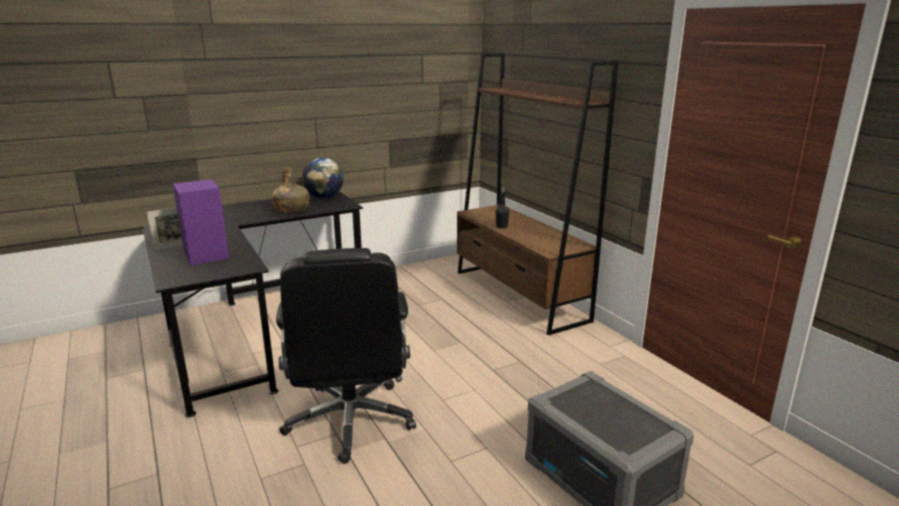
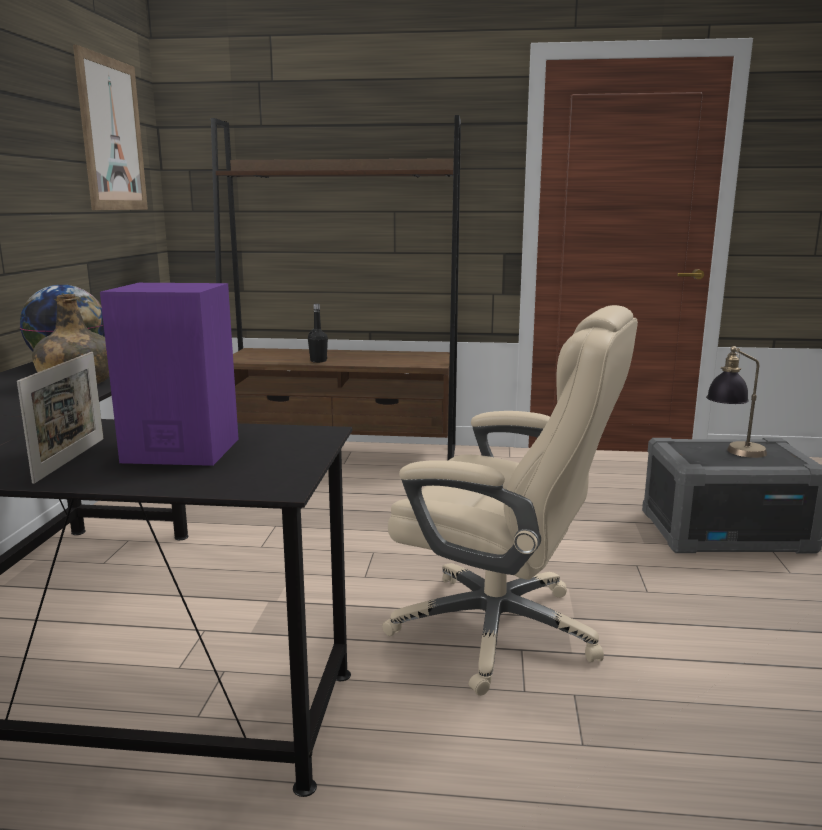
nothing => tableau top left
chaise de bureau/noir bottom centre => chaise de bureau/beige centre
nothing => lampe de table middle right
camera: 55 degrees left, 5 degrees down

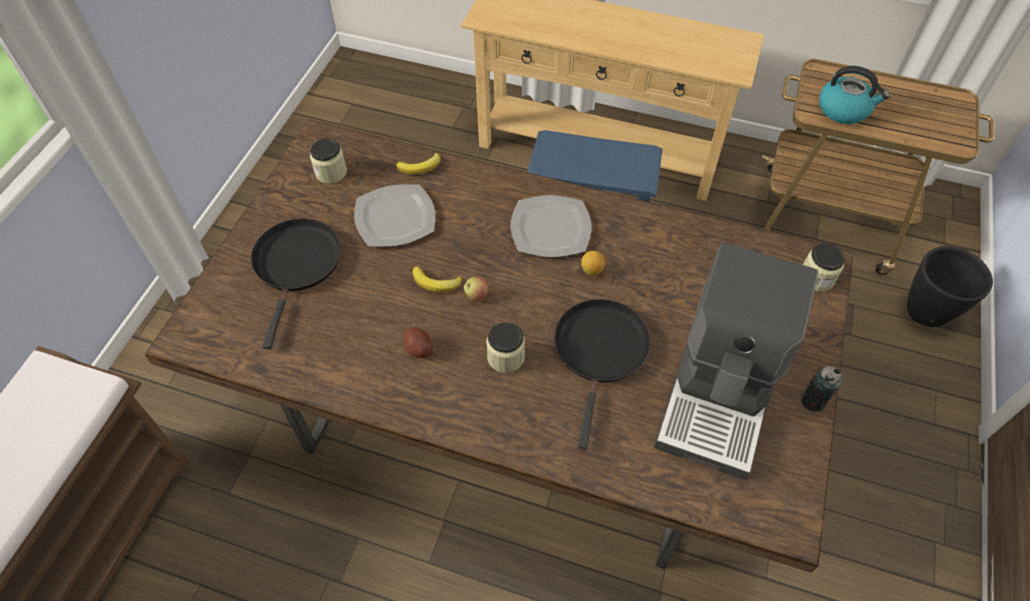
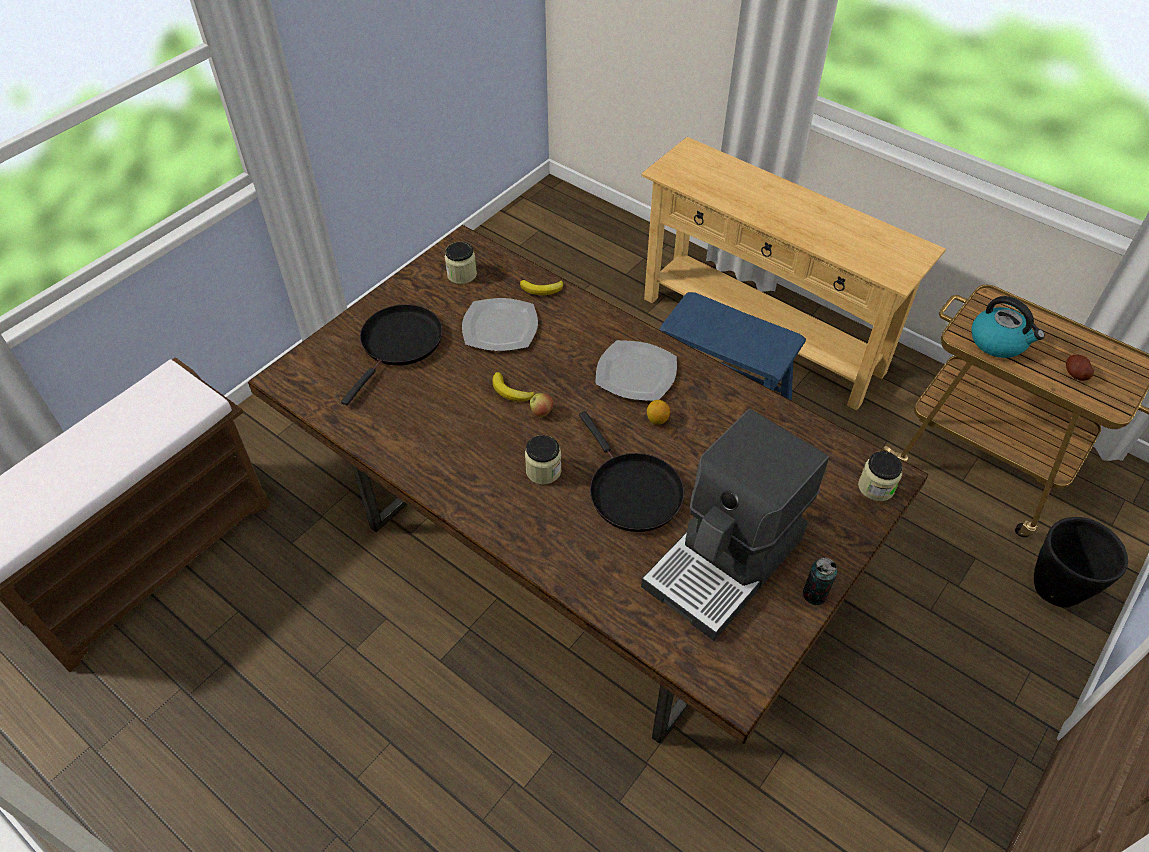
poêle/noir (no. 2 from left) centre, 120 degrees clockwise
pomme de terre centre => pomme de terre middle right, shifted
camera: 20 degrees right, 5 degrees down

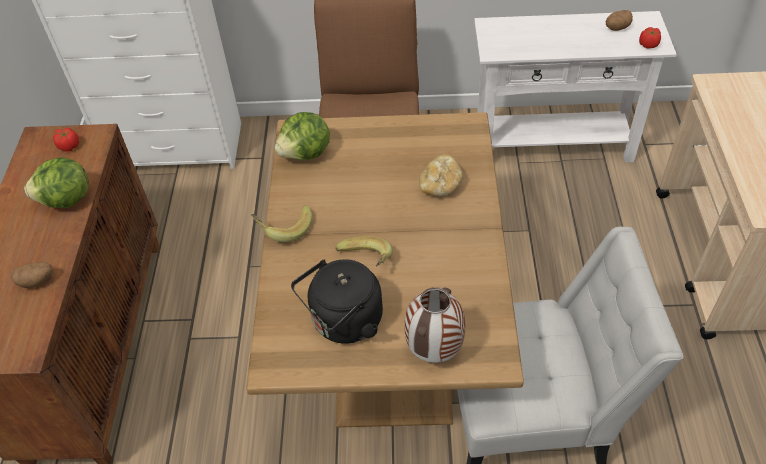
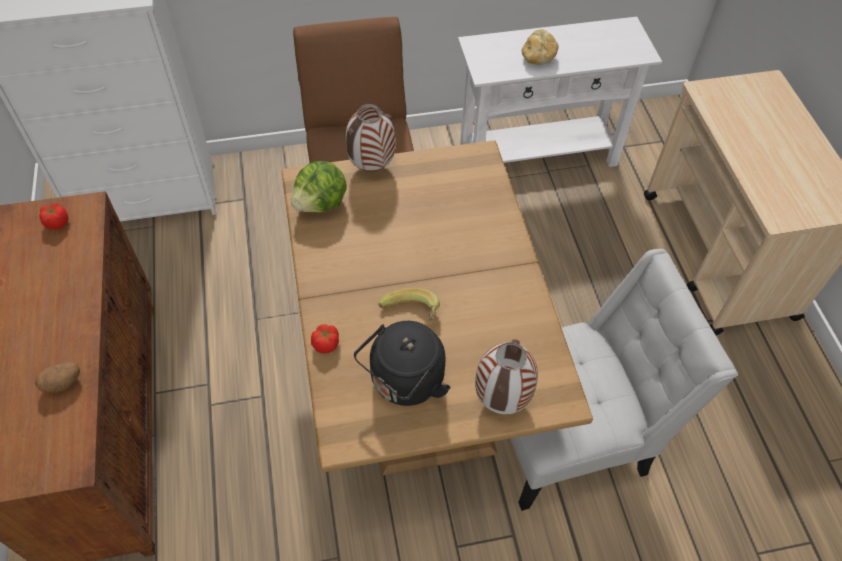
tomate (no. 2 from left) top right => tomate (no. 2 from left) centre, shifted
nothing => vase (no. 1 from left) top centre
pain centre => pain top centre, shifted
laitue (no. 1 from left) middle left => nothing
banane (no. 1 from left) centre => nothing
pomme de terre (no. 2 from left) top right => nothing
camera: 15 degrees left, 5 degrees up

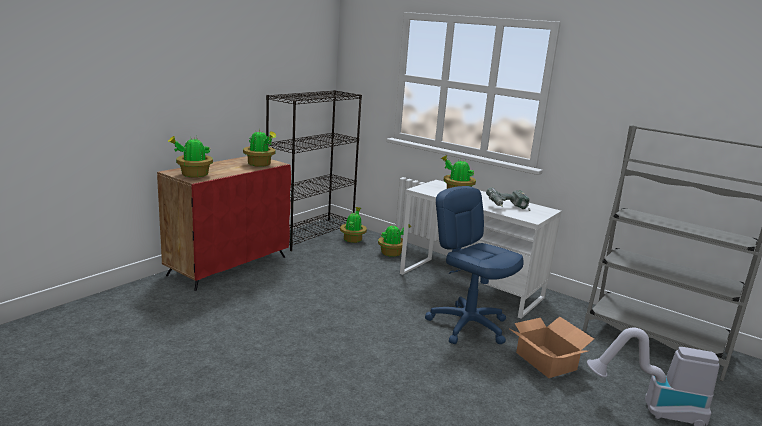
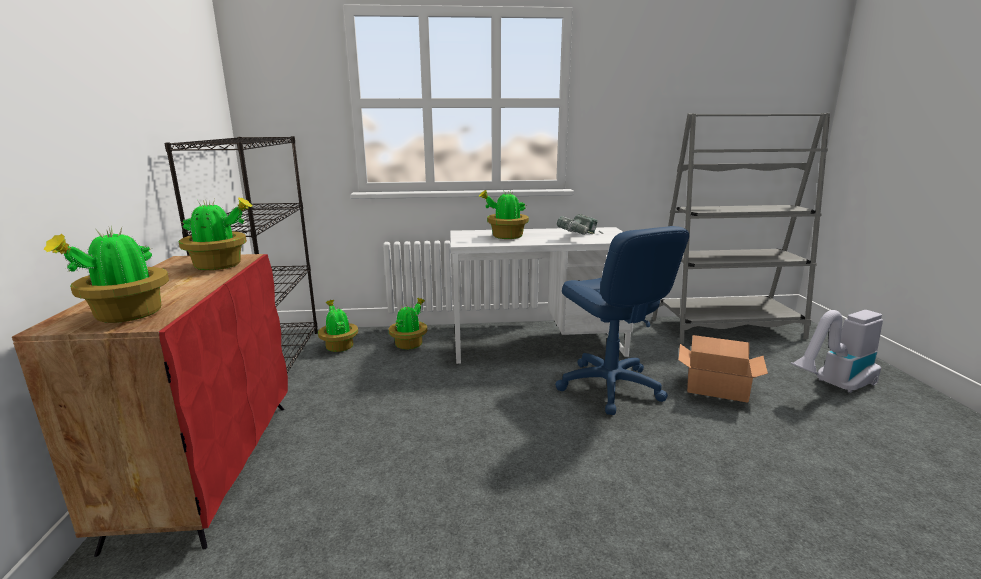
chaise de bureau/bleu centre, 120 degrees counterclockwise
camera: 40 degrees left, 0 degrees up

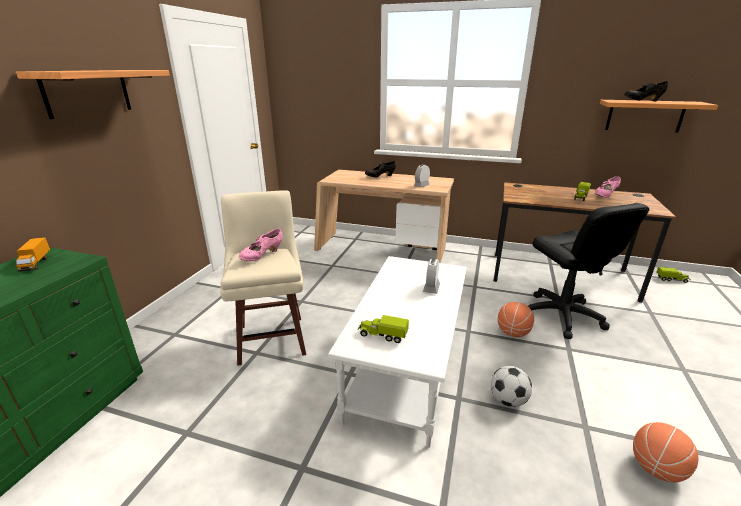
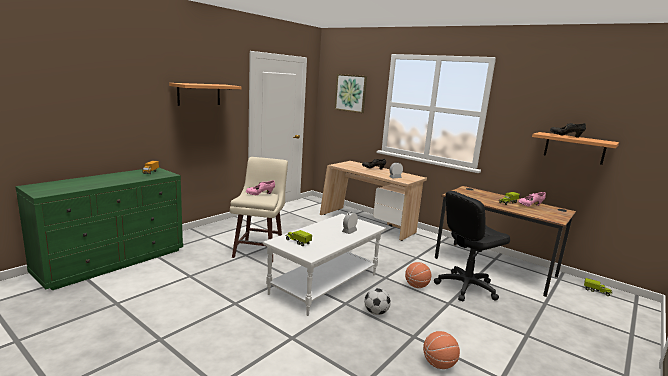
nothing => tableau top centre
chaise de bureau/noir middle right, 60 degrees clockwise
camera: 20 degrees right, 10 degrees down

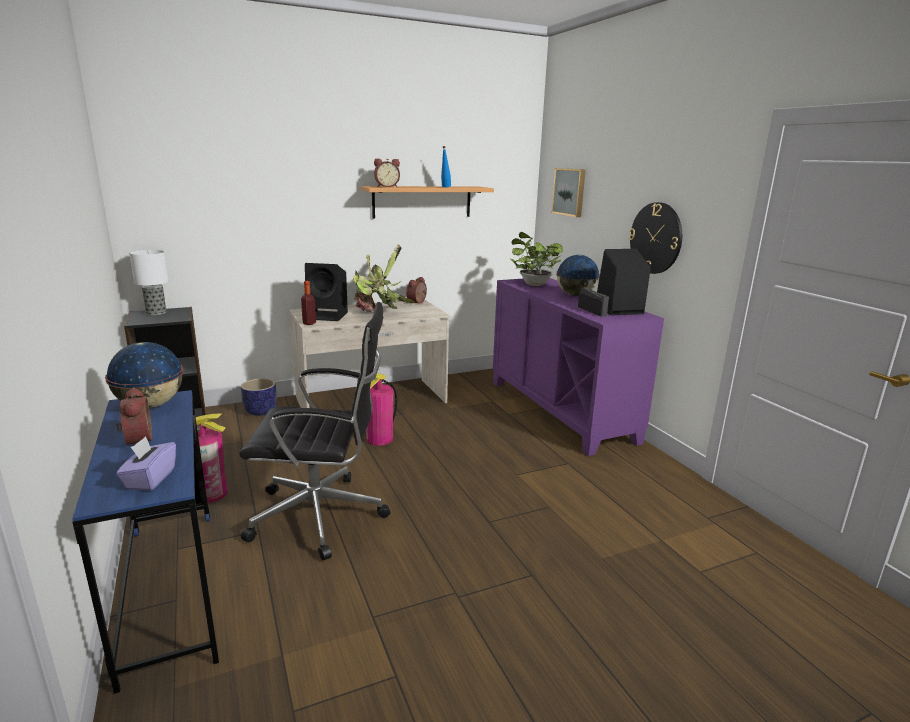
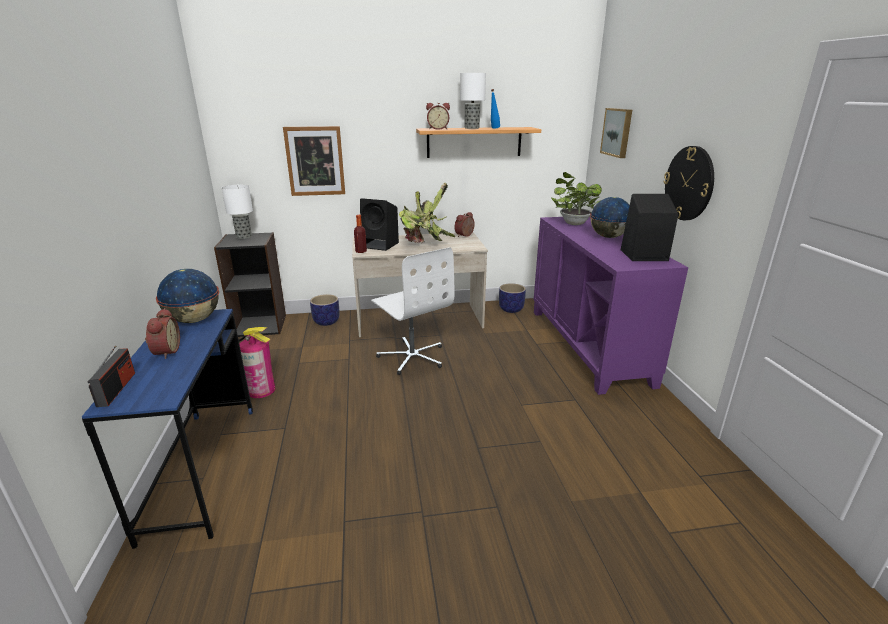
radio centre => radio middle left, shifted
nothing => tableau (no. 1 from left) top centre
extincteur (no. 2 from left) centre => chaise de bureau/blanc centre
nothing => lampe de table (no. 2 from left) top centre
nothing => cache-pot (no. 2 from left) centre
boîte à mouchoirs/violet middle left => nothing
chaise de bureau/noir centre => nothing
camera: 15 degrees right, 5 degrees up

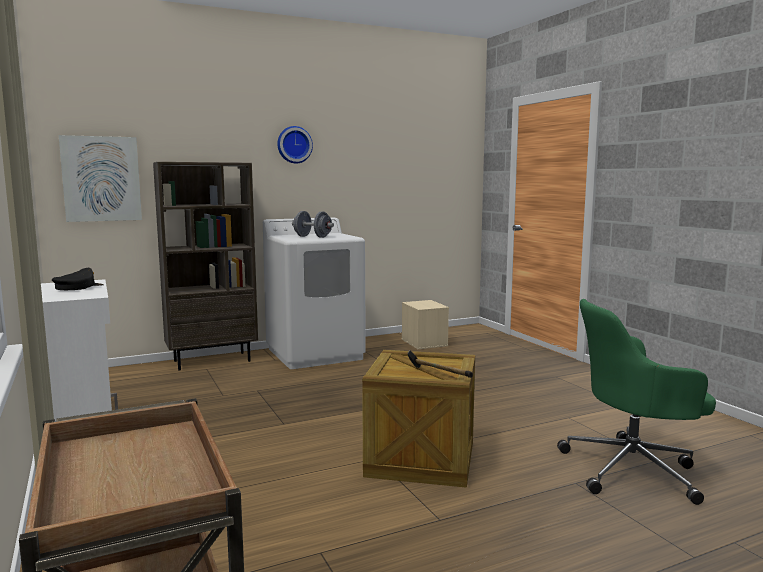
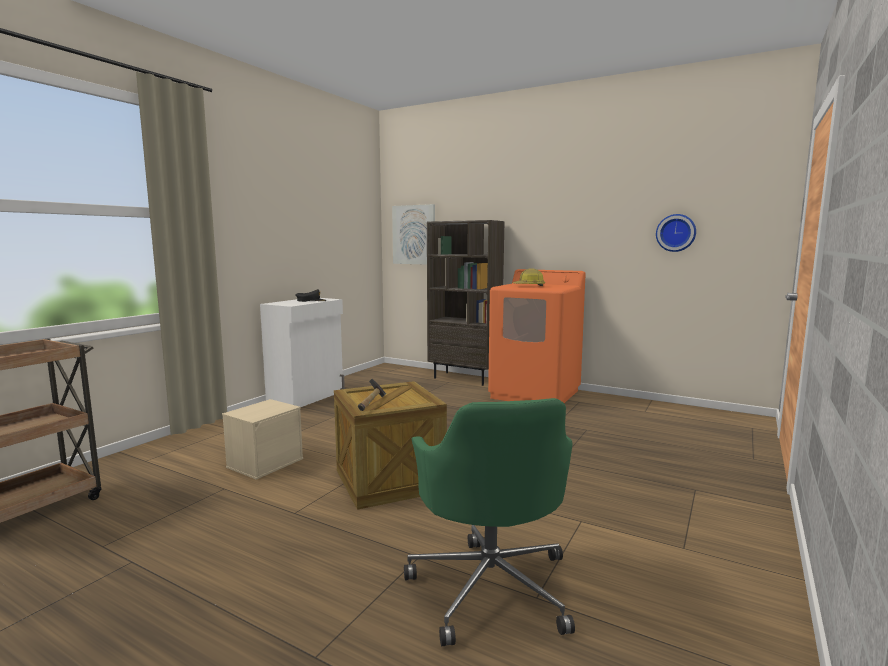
boîte de rangement/beige centre => boîte de rangement/beige middle left, shifted
chaise de bureau/vert bottom right => chaise de bureau/vert bottom centre, 150 degrees counterclockwise
lave-linge/blanc centre => lave-linge/orange centre
haltère/gris centre => casque de chantier centre
horloge murale top centre => horloge murale middle right, shifted
camera: 55 degrees right, 0 degrees up

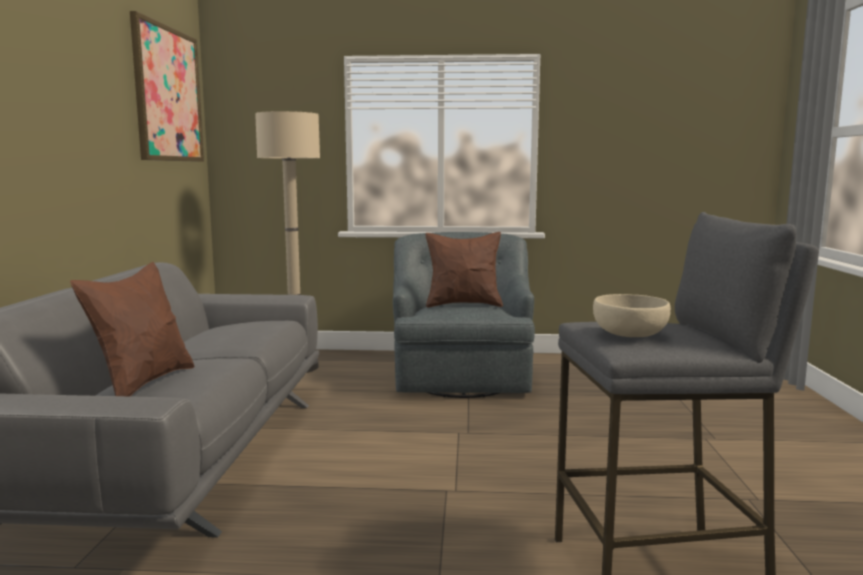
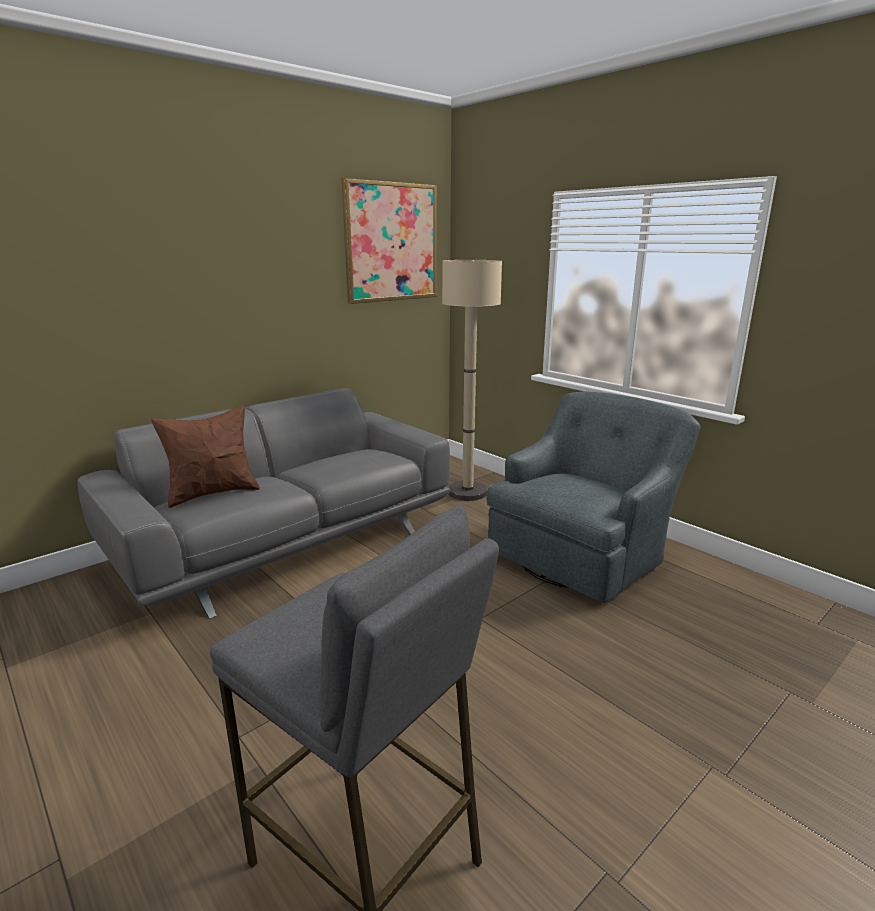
coussin/marron (no. 2 from left) centre => nothing
bol/beige middle right => nothing
camera: 45 degrees right, 10 degrees up

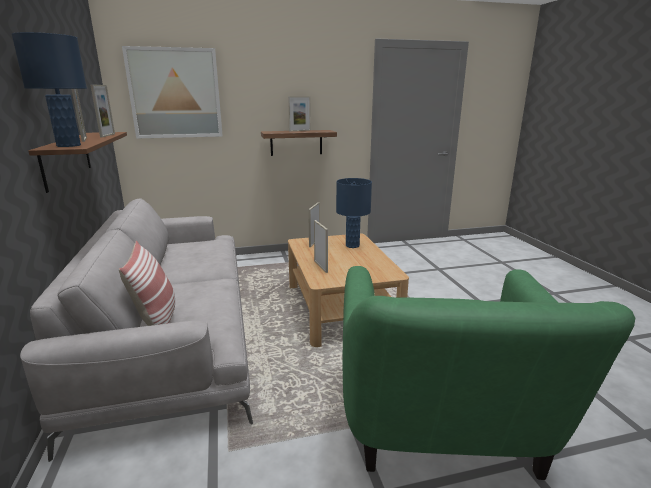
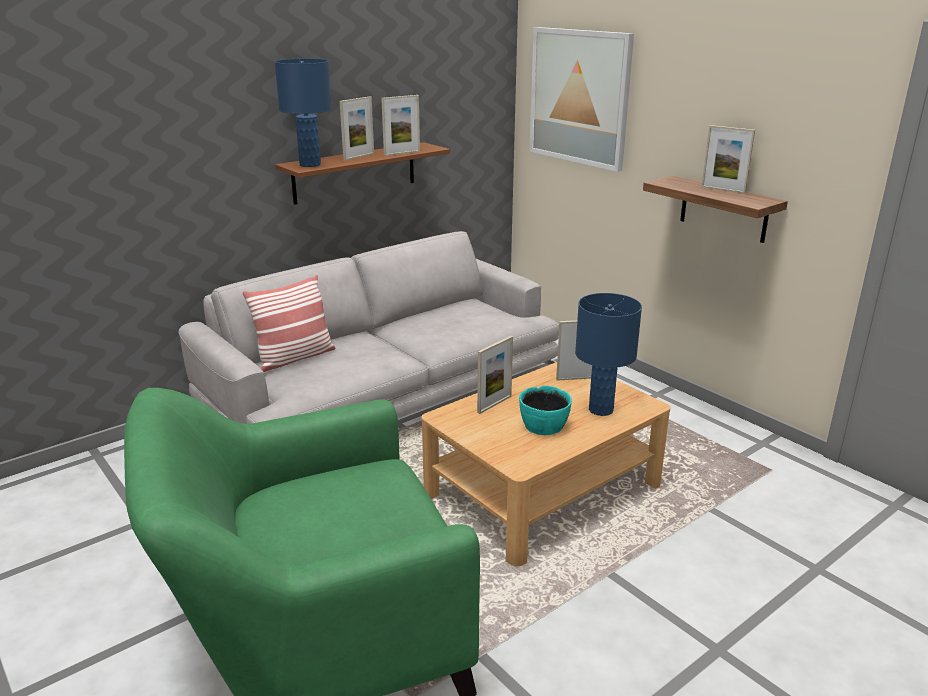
nothing => bol/turquoise centre
camera: 65 degrees right, 5 degrees up

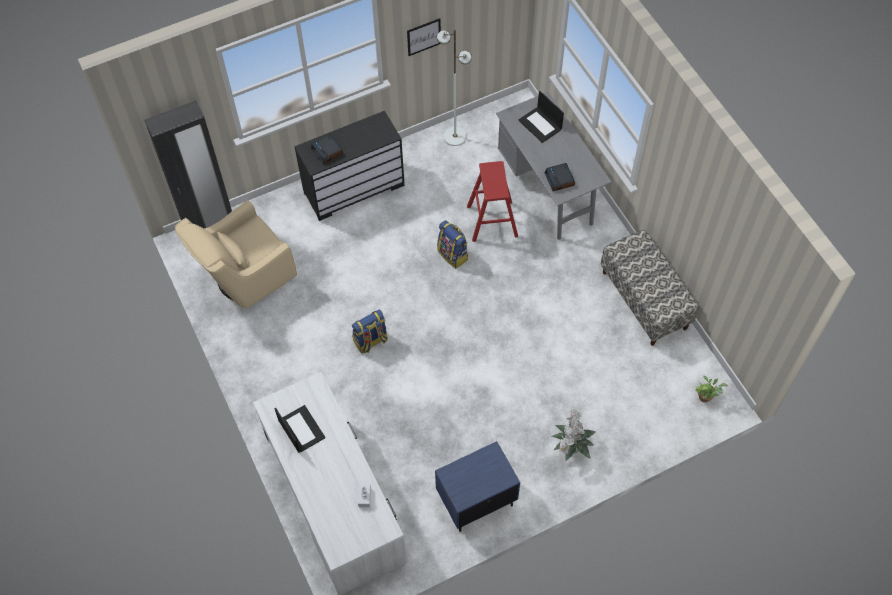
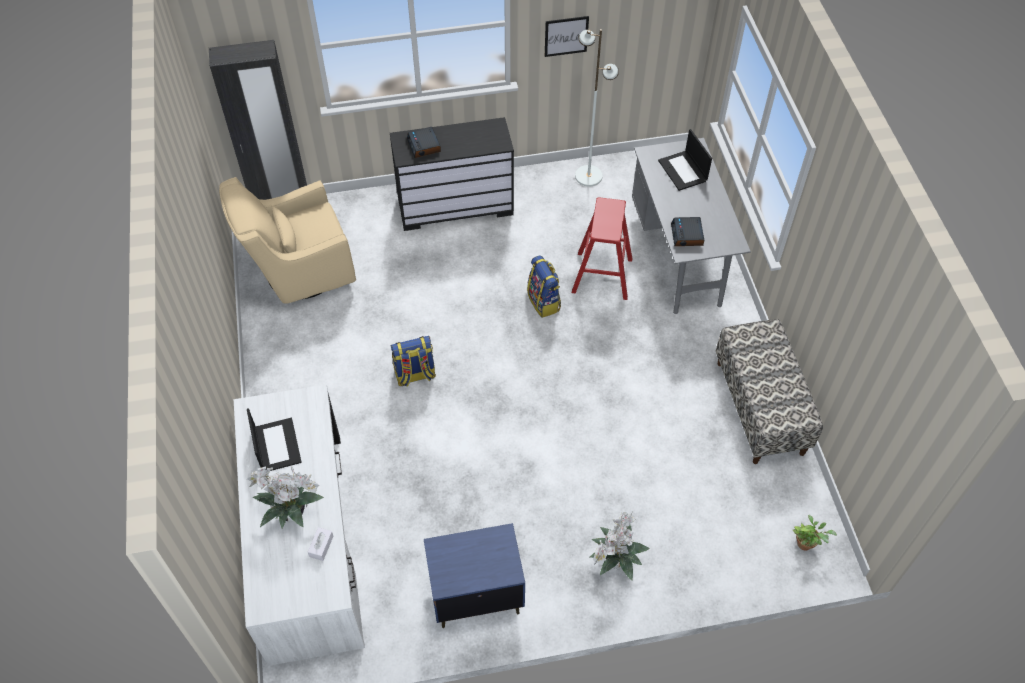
nothing => plante en pot (no. 1 from left) bottom left
camera: 15 degrees right, 5 degrees down

